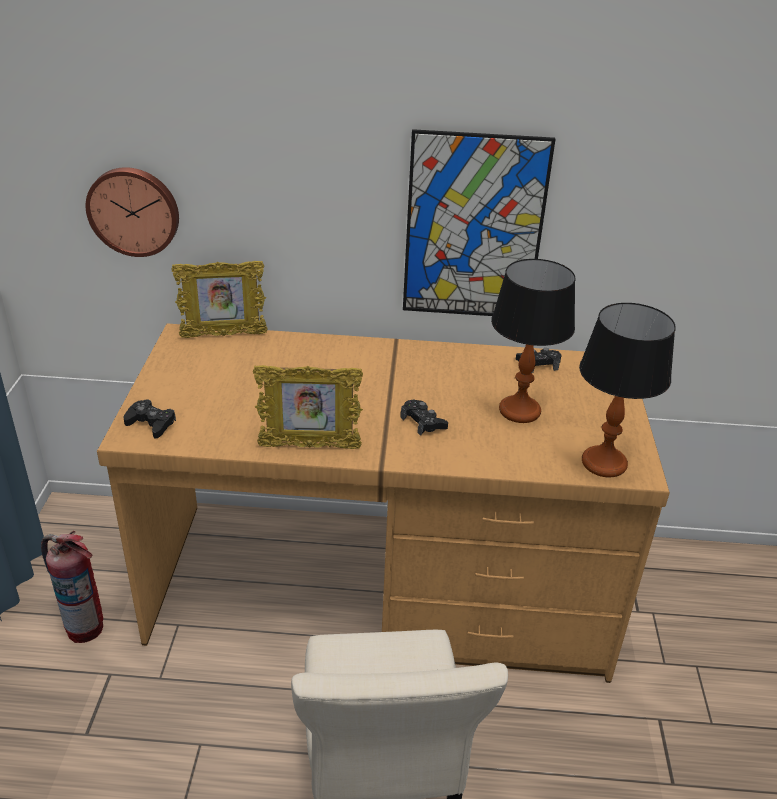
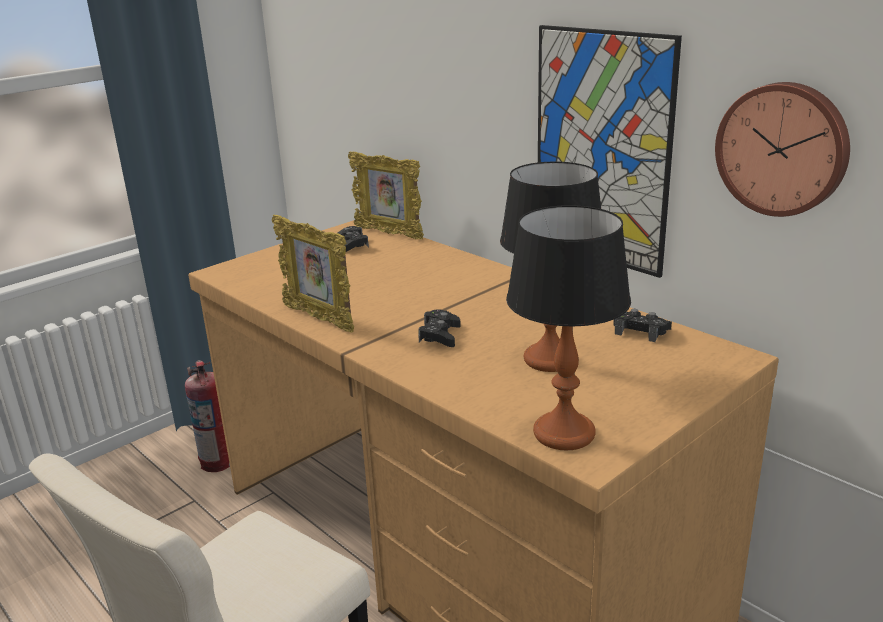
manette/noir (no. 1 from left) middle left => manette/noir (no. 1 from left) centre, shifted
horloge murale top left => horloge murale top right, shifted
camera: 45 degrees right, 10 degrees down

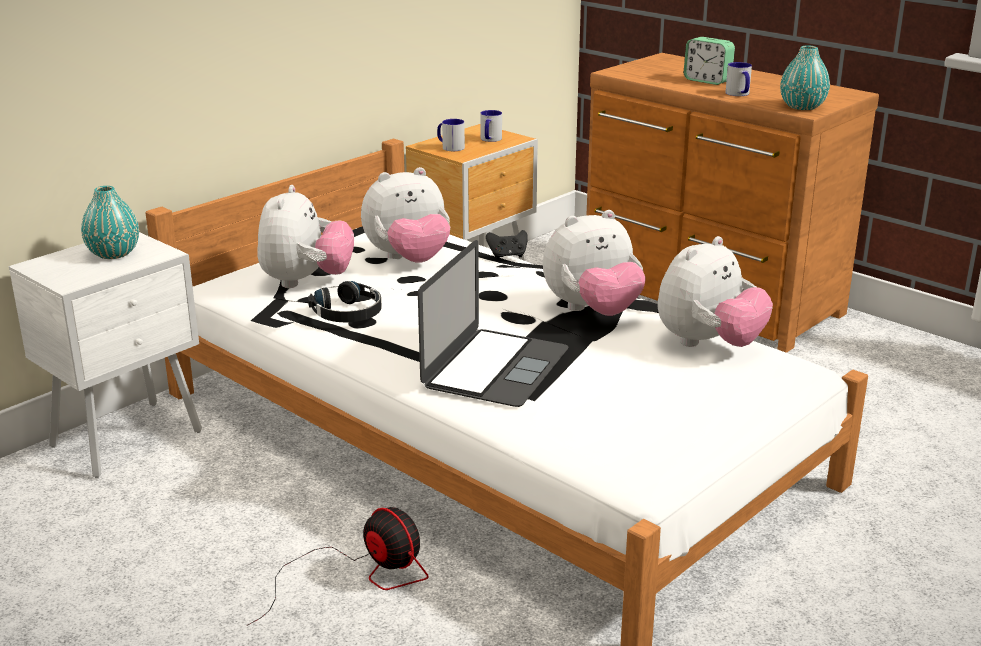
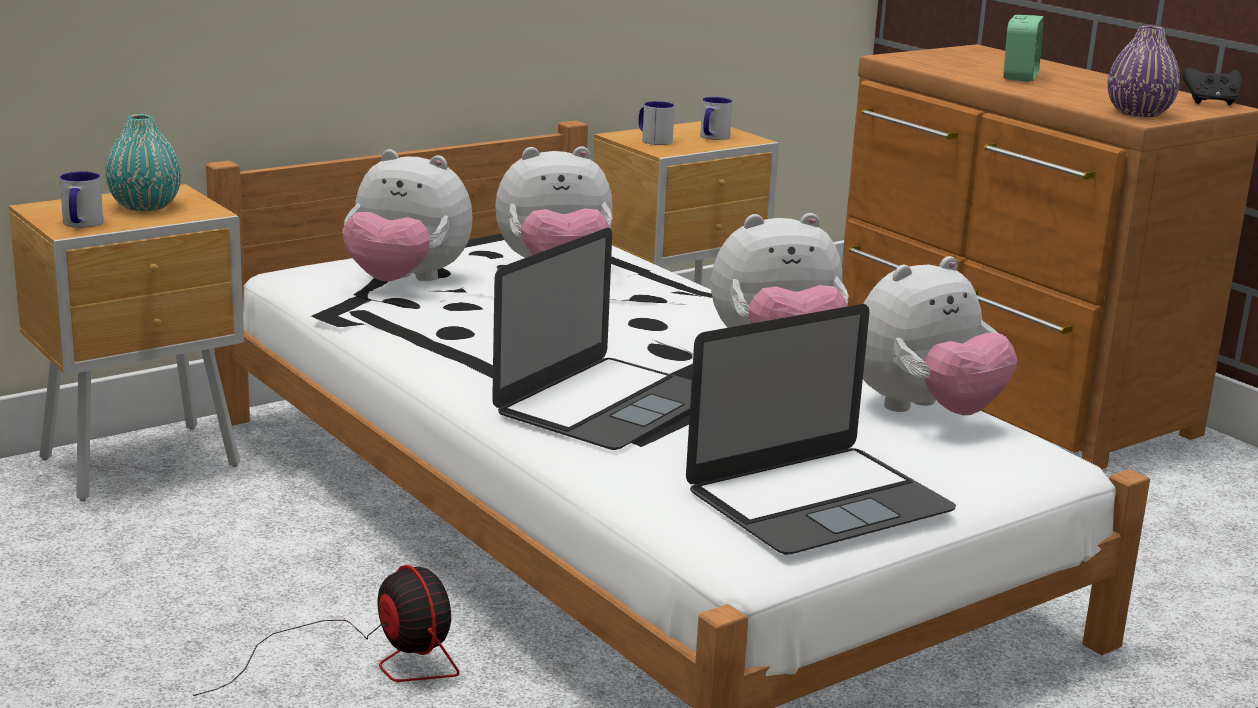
table de chevet/blanc middle left => table de chevet/marron (no. 1 from left) middle left
mug (no. 3 from left in the first image) top right => mug (no. 1 from left) top left, shifted
peluche (no. 1 from left) middle left => peluche (no. 1 from left) top left, 90 degrees clockwise
nothing => ordinateur portable (no. 2 from left) centre
réveil top right, 120 degrees counterclockwise
vase/turquoise (no. 2 from left) top right => vase/violet top right
manette/noir centre => manette/noir top right, shifted
casque audio/noir centre => nothing
camera: 10 degrees right, 5 degrees down

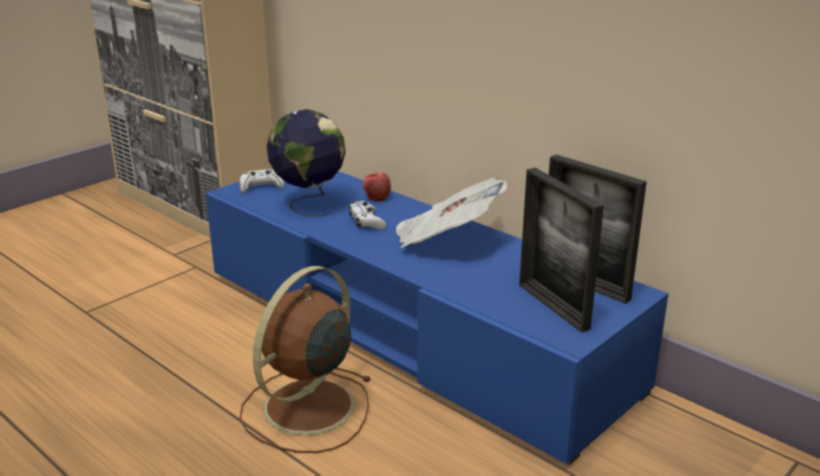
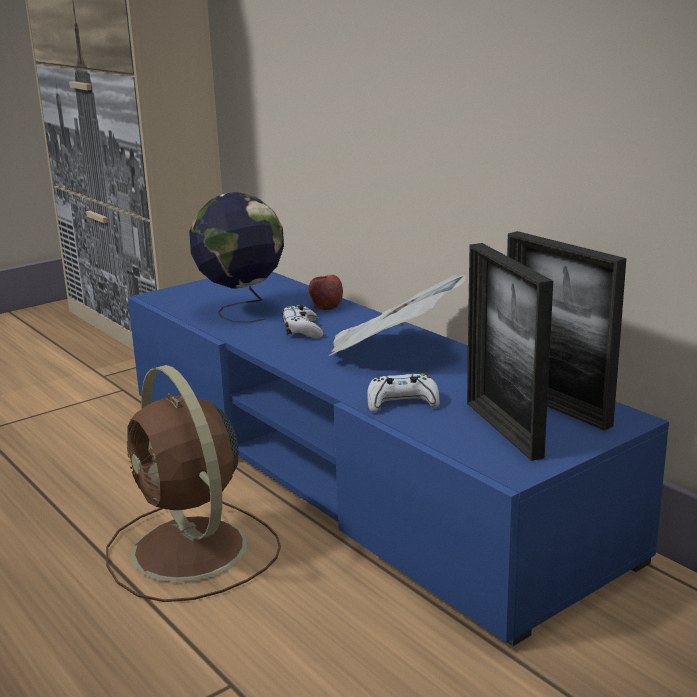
ventilateur/marron bottom centre => ventilateur/marron bottom left, 75 degrees counterclockwise
manette/blanc (no. 1 from left in the first image) middle left => manette/blanc (no. 2 from left) centre, shifted
camera: 10 degrees right, 5 degrees down

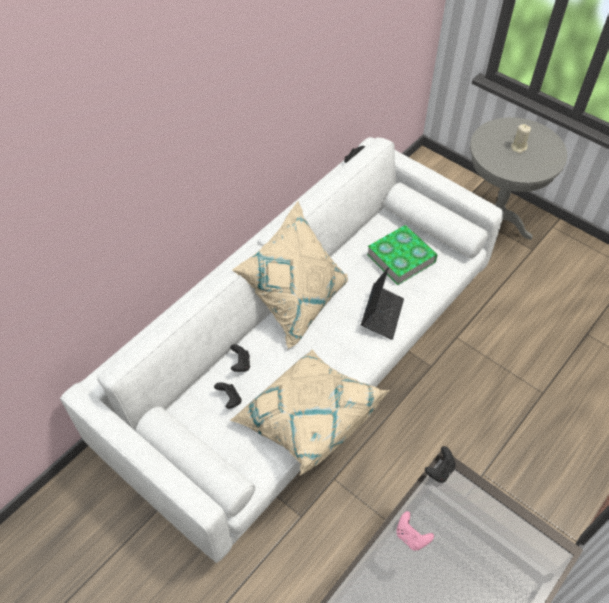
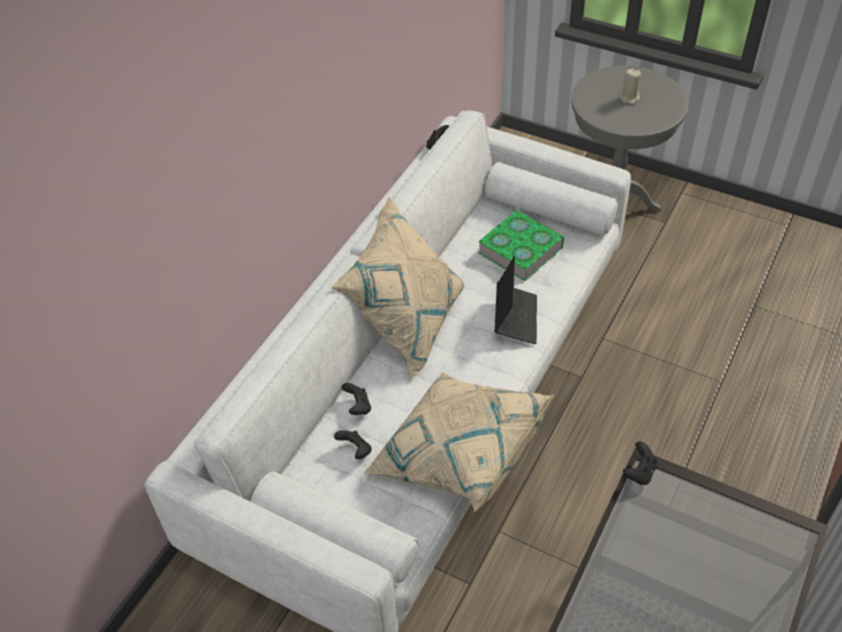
manette/rose bottom right => nothing
camera: 10 degrees left, 5 degrees down

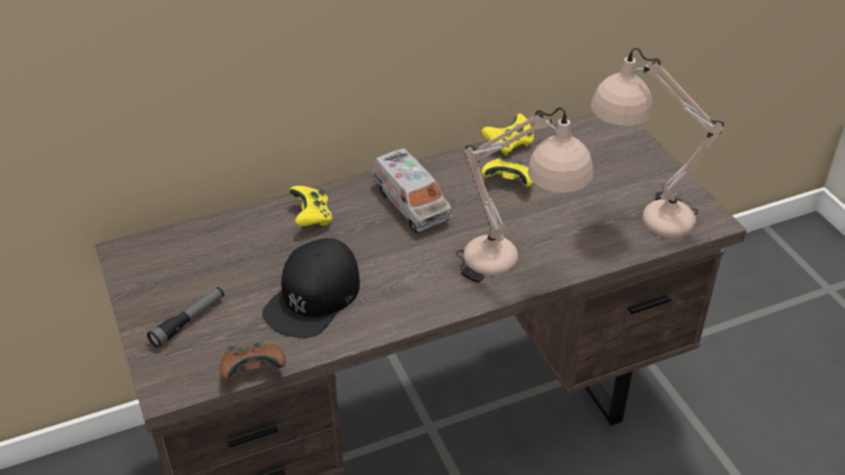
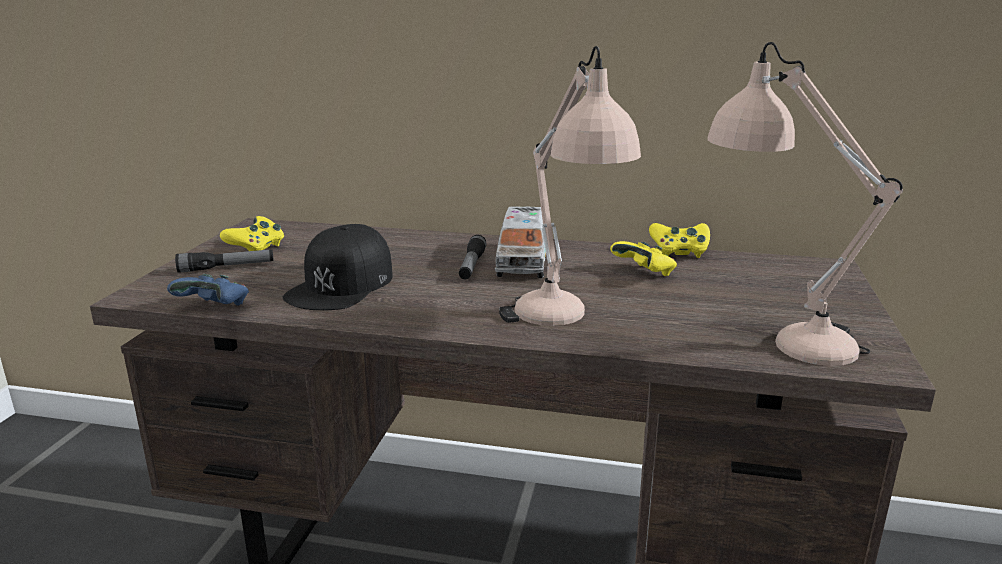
manette/marron bottom left => manette/bleu middle left
manette/jaune (no. 1 from left) centre => manette/jaune (no. 1 from left) middle left, shifted
casquette/noir centre, 45 degrees counterclockwise
nothing => lampe de poche (no. 2 from left) centre
camera: 35 degrees right, 20 degrees down

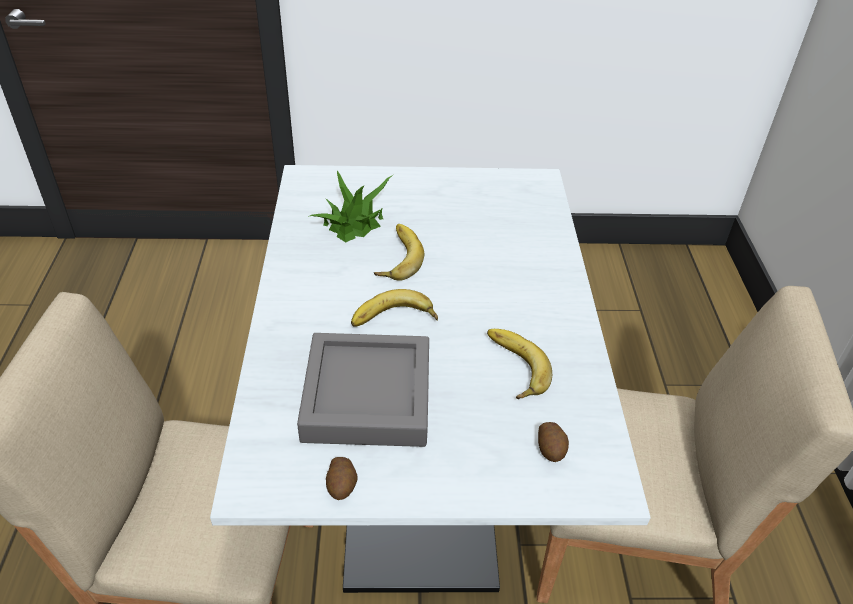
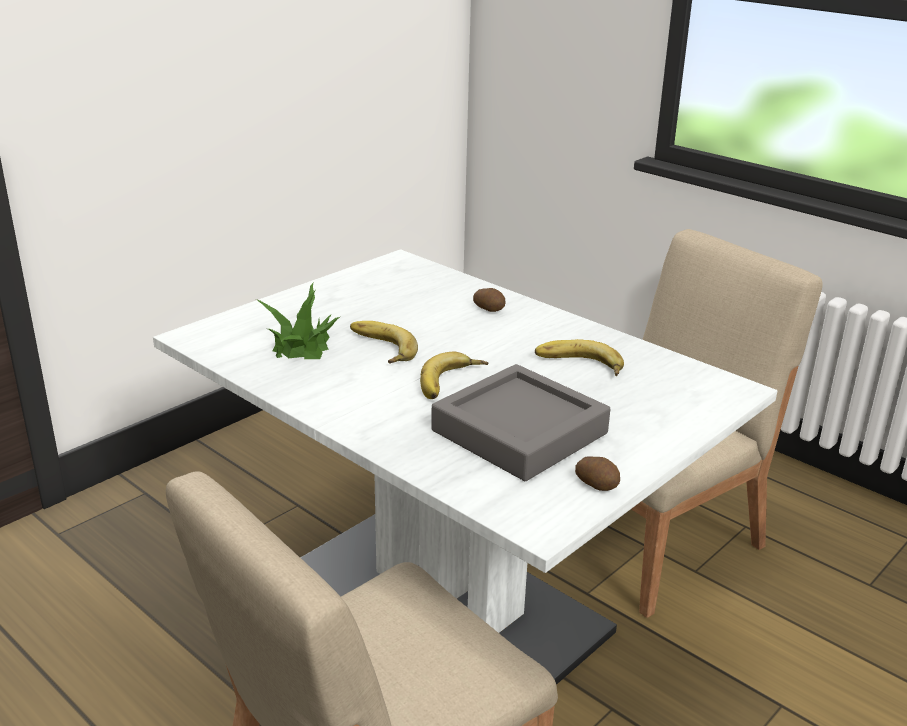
pomme de terre (no. 2 from left in the first image) bottom centre => pomme de terre (no. 1 from left) centre, shifted
camera: 45 degrees left, 15 degrees down

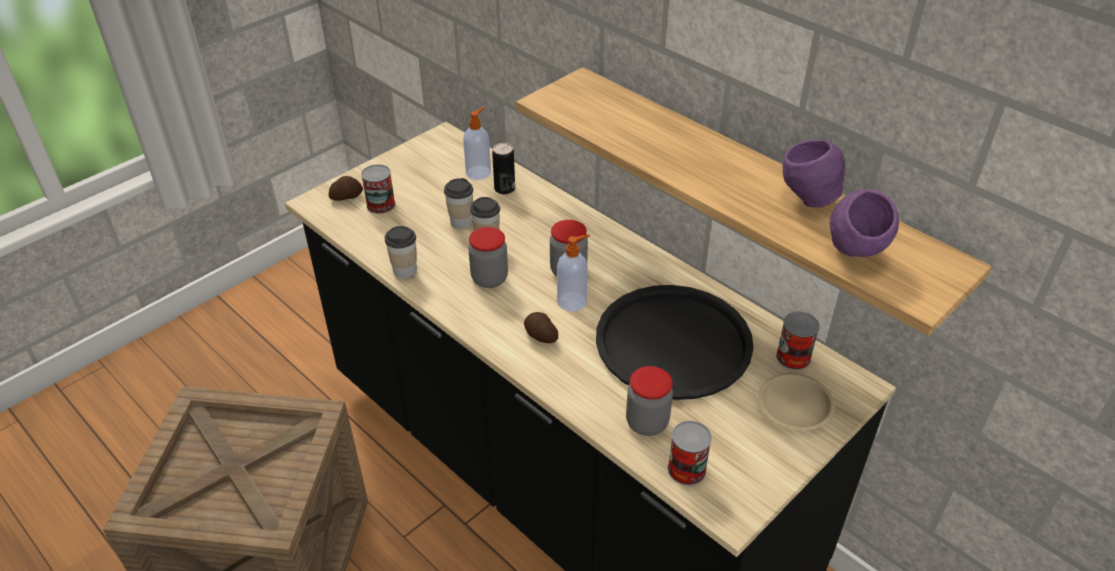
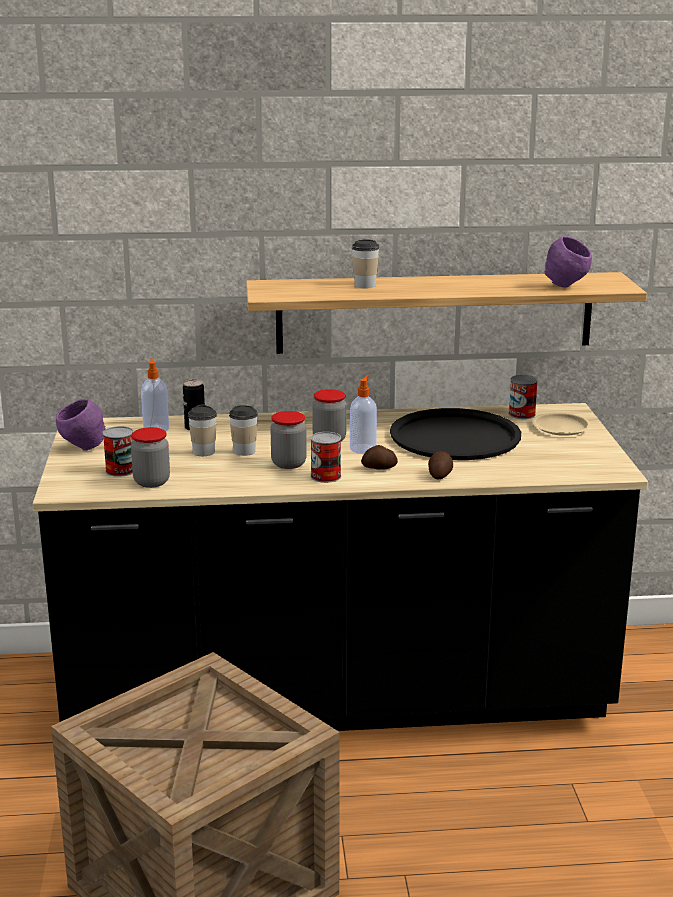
bol/violet (no. 1 from left) top right => bol/violet (no. 1 from left) middle left, shifted
bocal (no. 3 from left in the first image) bottom centre => bocal (no. 1 from left) middle left, shifted
boîte métallique (no. 3 from left) bottom centre => boîte métallique (no. 3 from left) centre, shifted
tasse (no. 1 from left in the first image) centre => tasse (no. 3 from left) top centre, shifted
pomme de terre (no. 1 from left in the first image) top left => pomme de terre (no. 2 from left) centre, shifted
camera: 50 degrees left, 20 degrees down

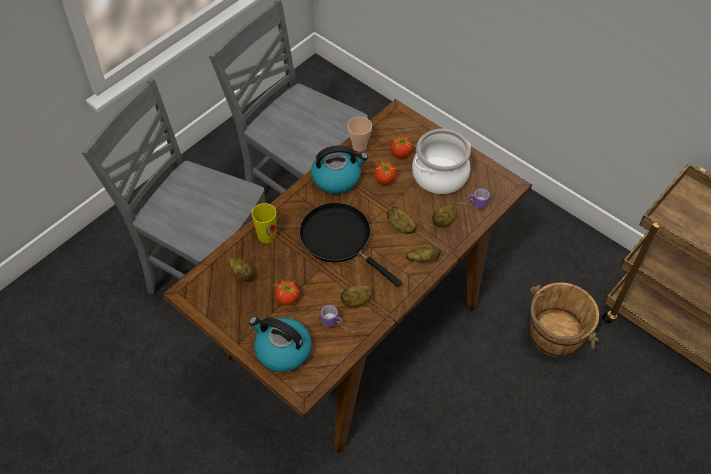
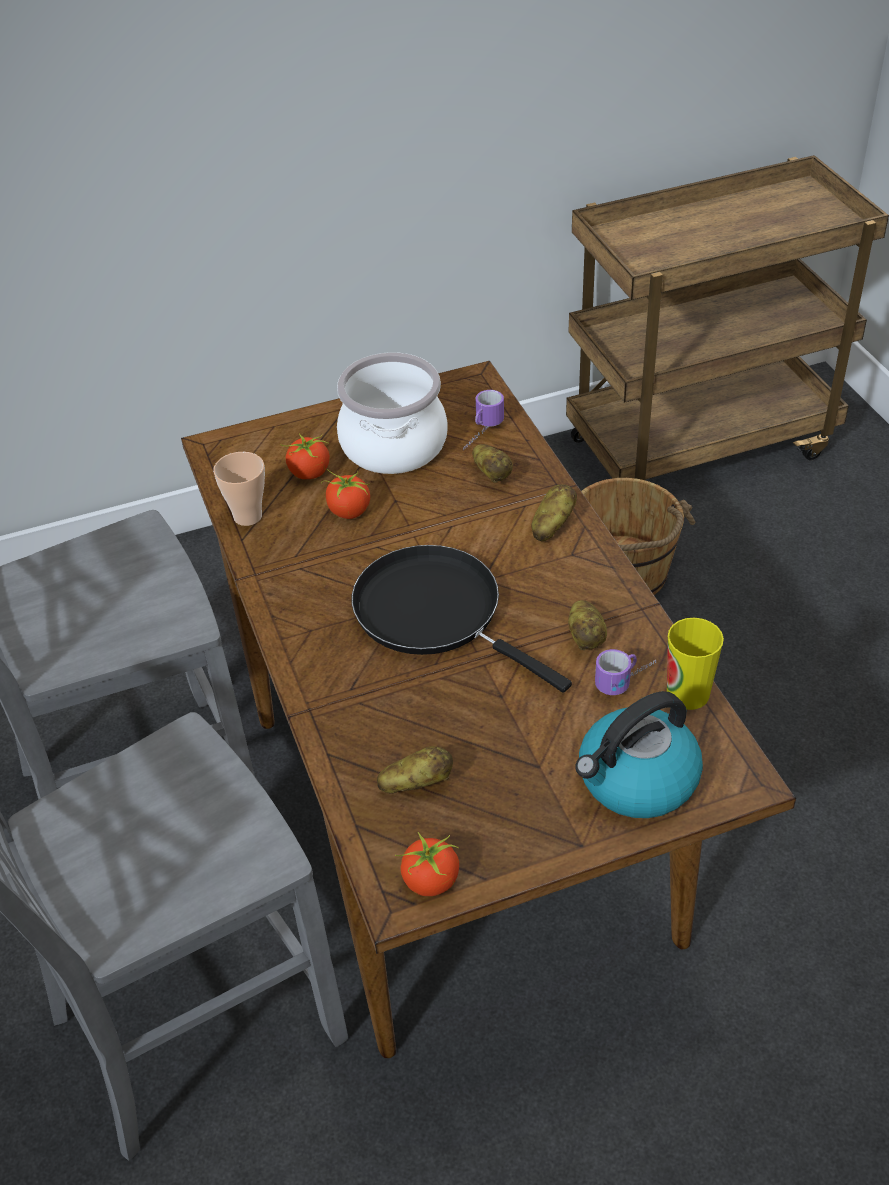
poêle/noir centre, 60 degrees clockwise
tomate (no. 1 from left in the first image) centre => tomate (no. 3 from left) bottom centre, shifted
tasse (no. 1 from left in the first image) centre => tasse (no. 2 from left) middle right, shifted
bouilloire (no. 2 from left) centre => nothing
pomme de terre (no. 3 from left) centre => nothing
camera: 60 degrees left, 10 degrees down

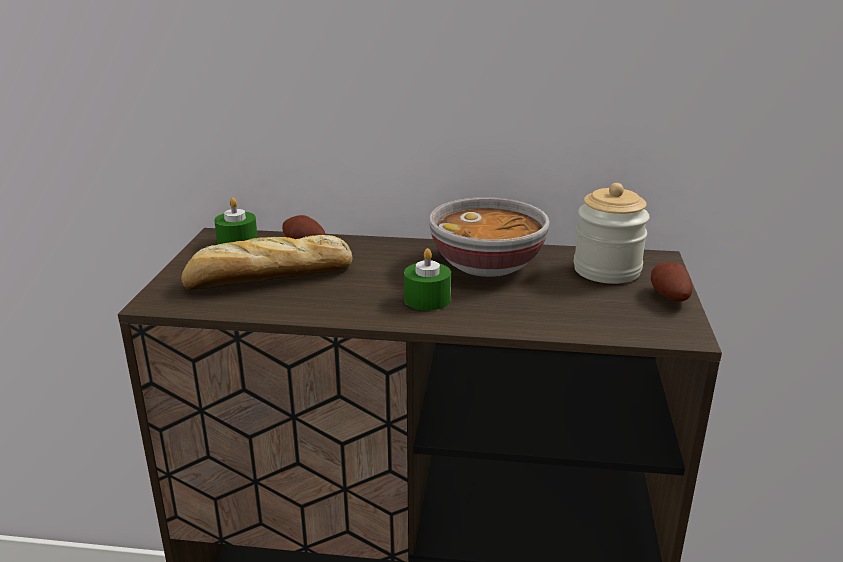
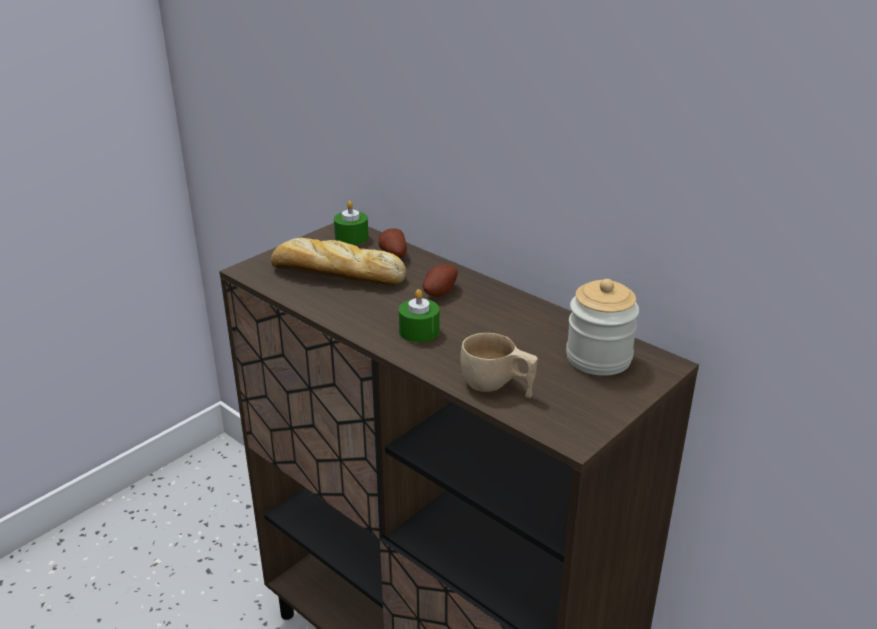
pomme de terre (no. 2 from left) middle right => pomme de terre (no. 2 from left) centre, shifted
nothing => tasse/beige centre
bol centre => nothing
camera: 35 degrees right, 5 degrees up

